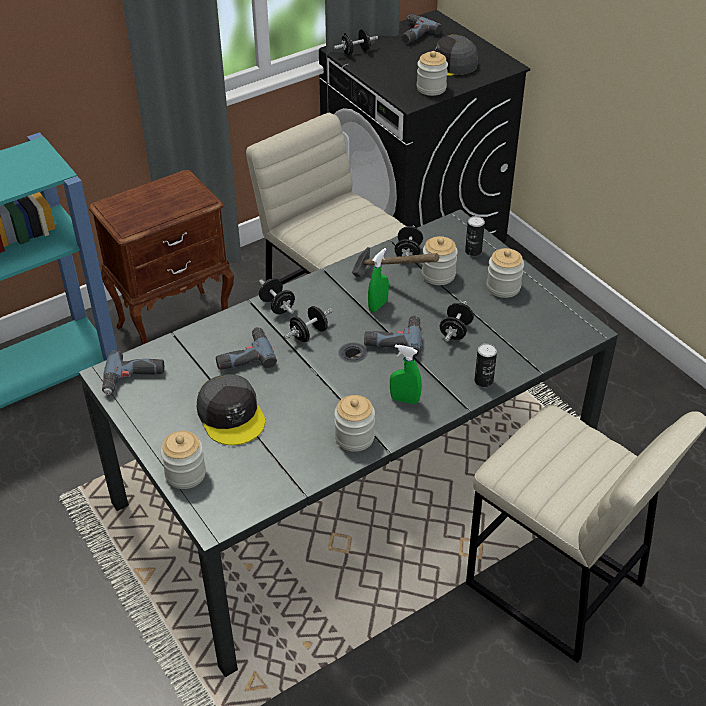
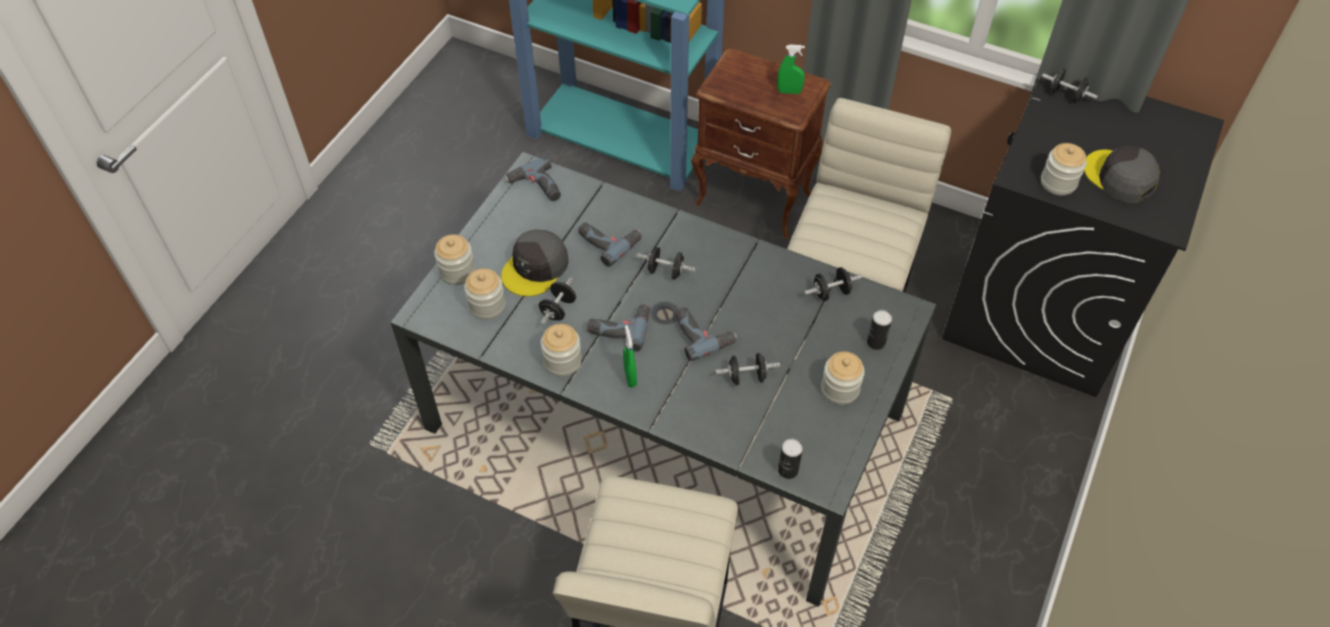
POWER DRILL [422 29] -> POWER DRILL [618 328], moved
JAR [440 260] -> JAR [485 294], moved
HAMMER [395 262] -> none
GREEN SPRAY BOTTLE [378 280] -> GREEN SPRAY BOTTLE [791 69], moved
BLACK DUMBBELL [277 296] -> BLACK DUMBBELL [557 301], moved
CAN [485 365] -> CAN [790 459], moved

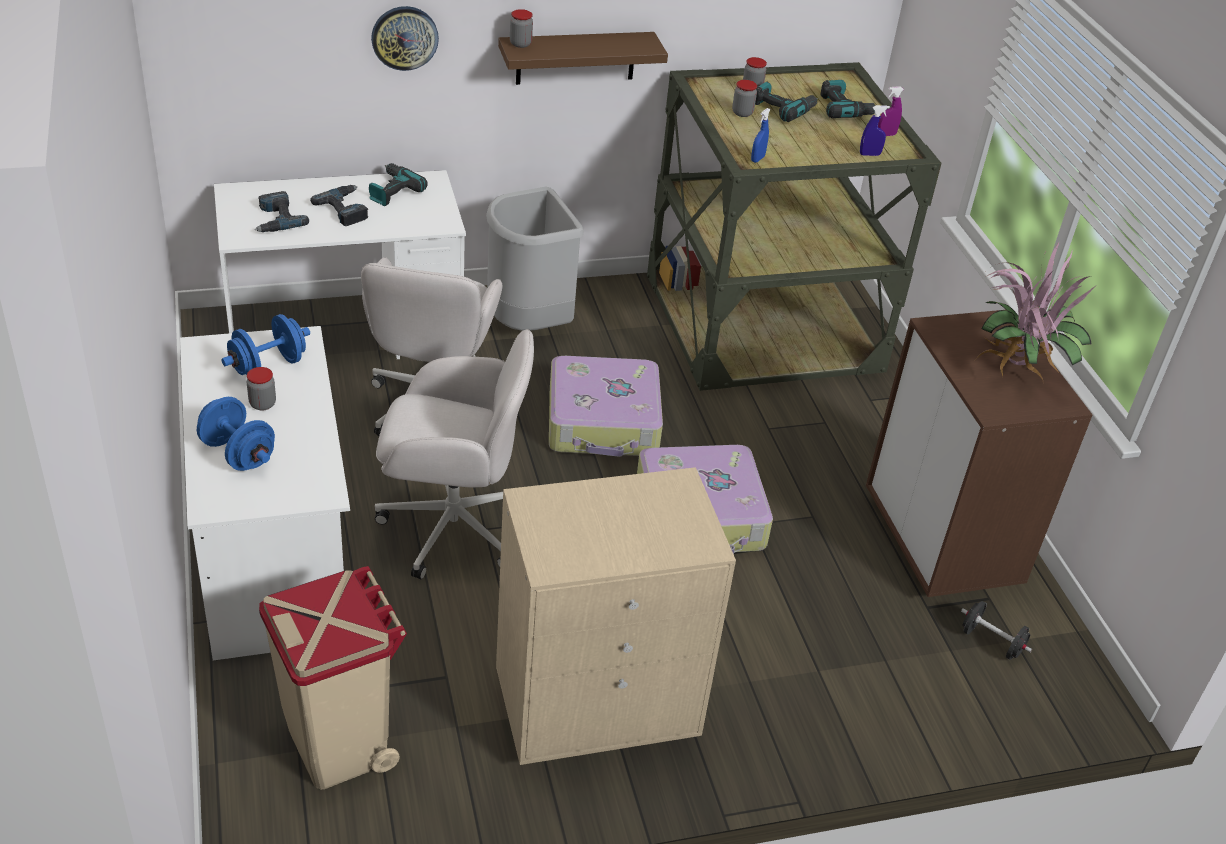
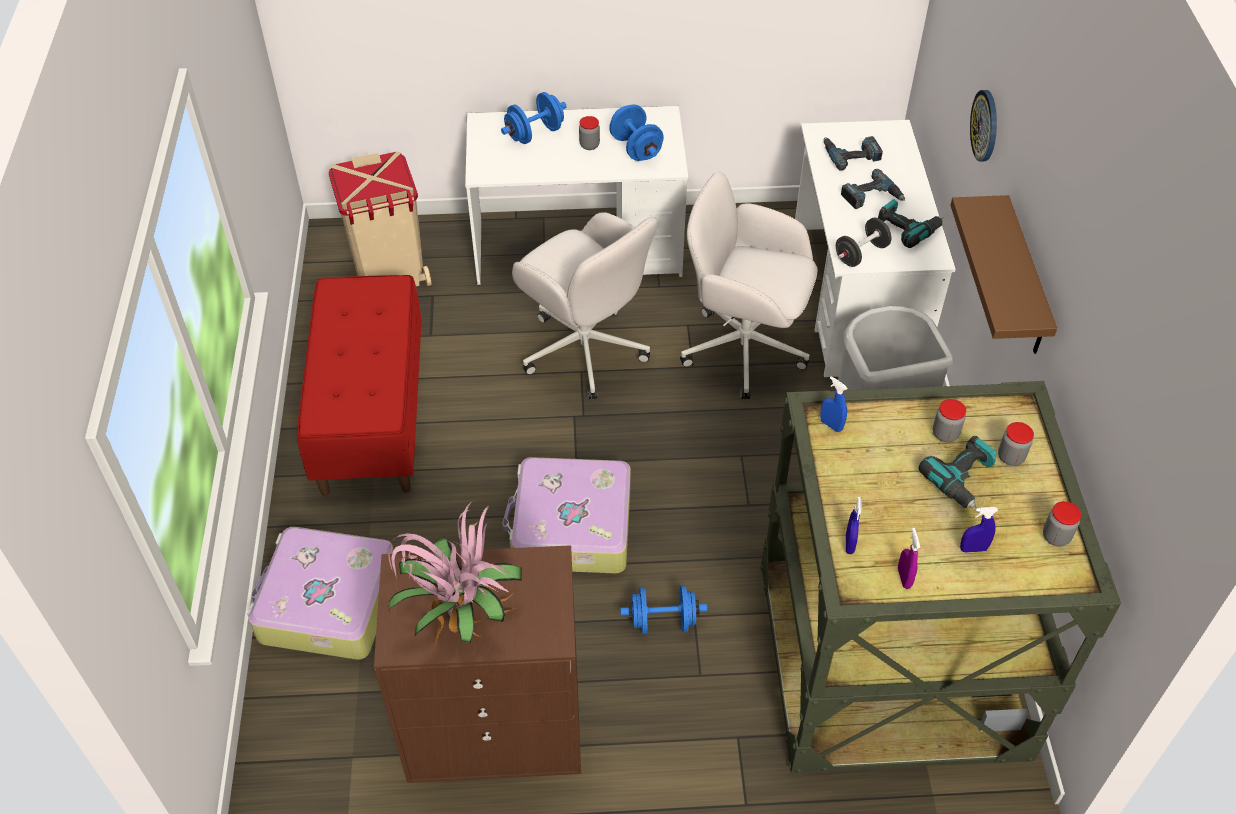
JAR [521 28] -> JAR [1062 523], moved
POWER DRILL [848 99] -> BLUE SPRAY BOTTLE [979 530]
WHITE OFFICE CHAIR [454 454] -> WHITE OFFICE CHAIR [585 305], 60 degrees counterclockwise
SUITCASE [606 406] -> SUITCASE [320 593], moved
BEIGE CABINET [616 616] -> RED BENCH [359 385]
BLACK DUMBBELL [996 630] -> BLACK DUMBBELL [864 242], moved
none -> BLUE DUMBBELL [663 609]

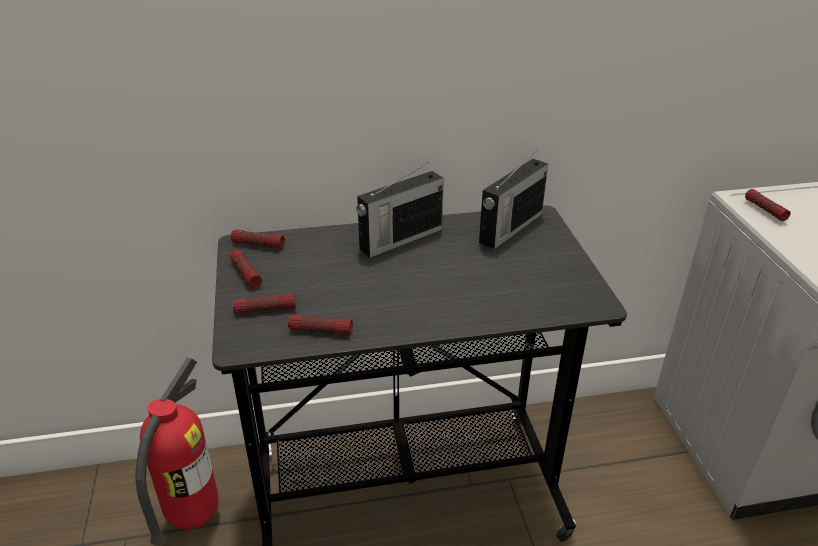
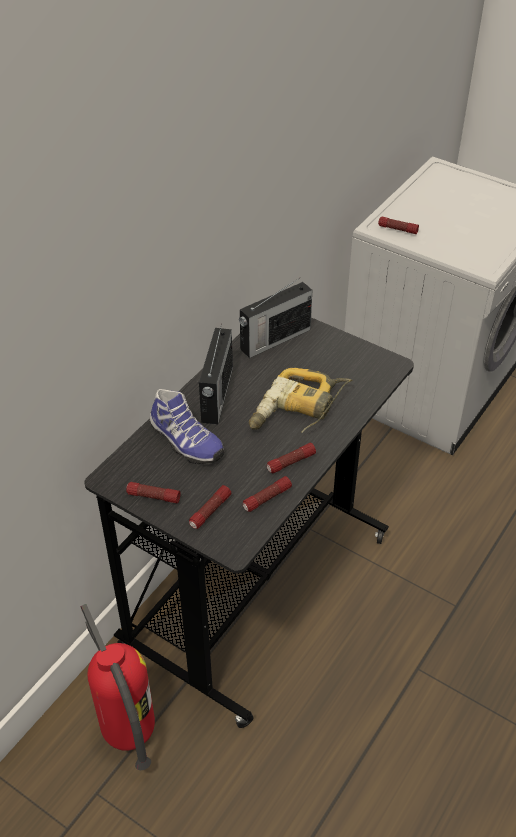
RADIO [513 199] -> RADIO [275 318], 60 degrees clockwise
FLASHLIGHT [257 238] -> FLASHLIGHT [291 458], moved
none -> POWER DRILL [300 400]
none -> SHOE [187 426]

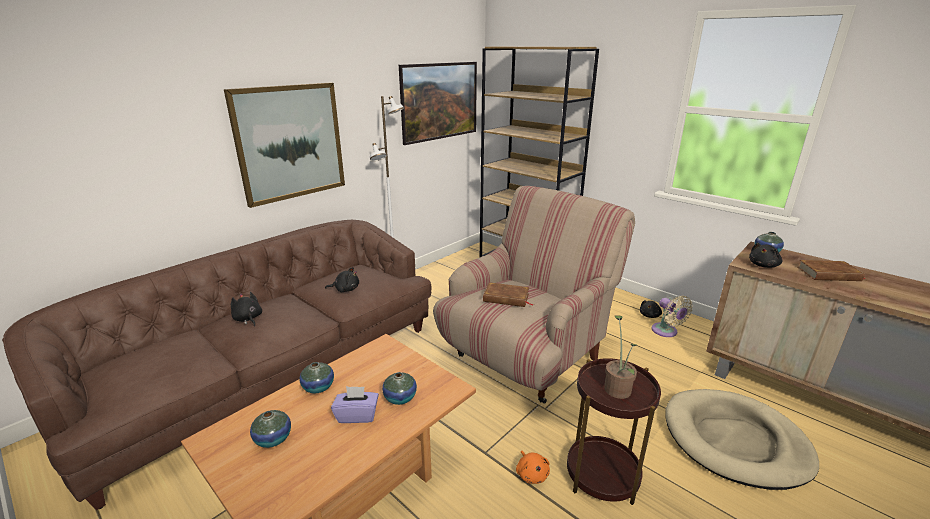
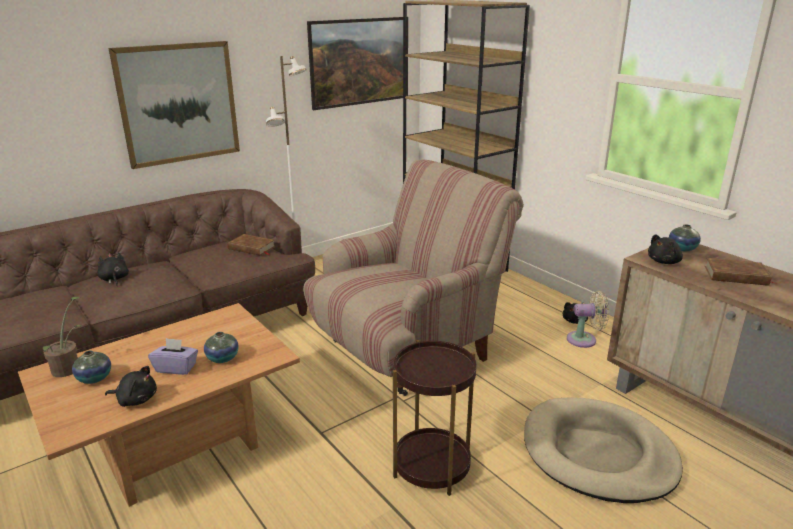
BLACK PLUSH TOY [342 279] -> BLACK PLUSH TOY [131 386], moved
BROWN BOOK [508 294] -> BROWN BOOK [251 245], moved
BEIGE FAN [672 316] -> BEIGE FAN [588 319], 75 degrees counterclockwise
POTTED PLANT [620 357] -> POTTED PLANT [63 337], moved
VASE [316 377] -> none
ORANGE PLUSH TOY [533 467] -> none

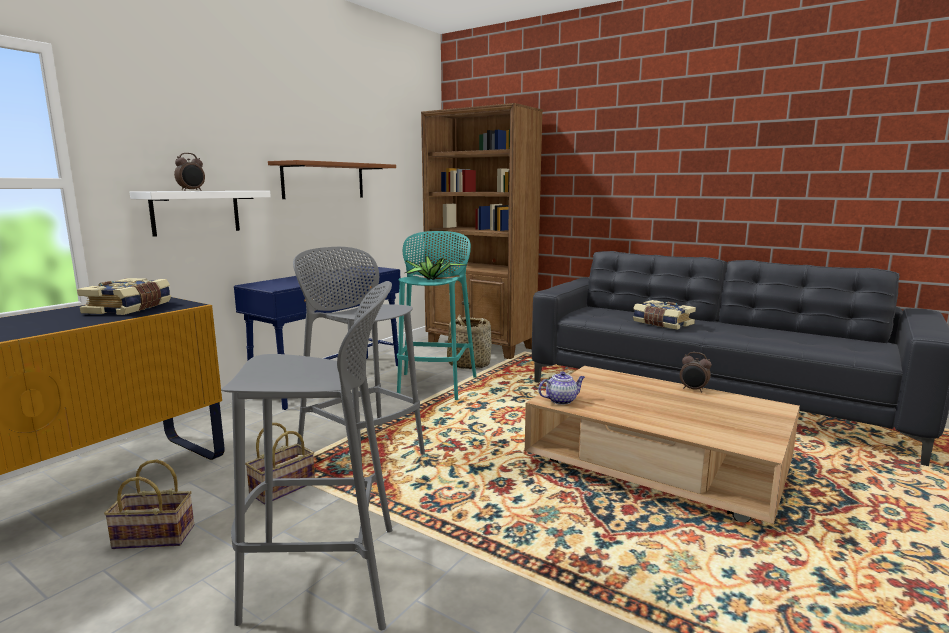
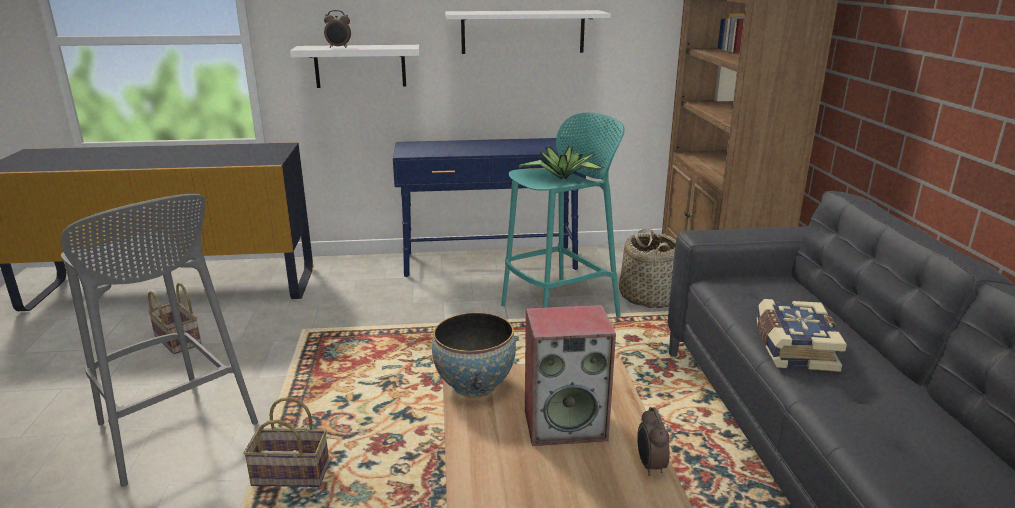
BROWN SHELF [332 179] -> WHITE SHELF [528 32]
GREY STOOL [359 354] -> none
BOOK [124 296] -> none
TEAPOT [561 388] -> BOWL [474 355]
BASKET [280 463] -> BASKET [286 442], moved
none -> SPEAKER [570 375]

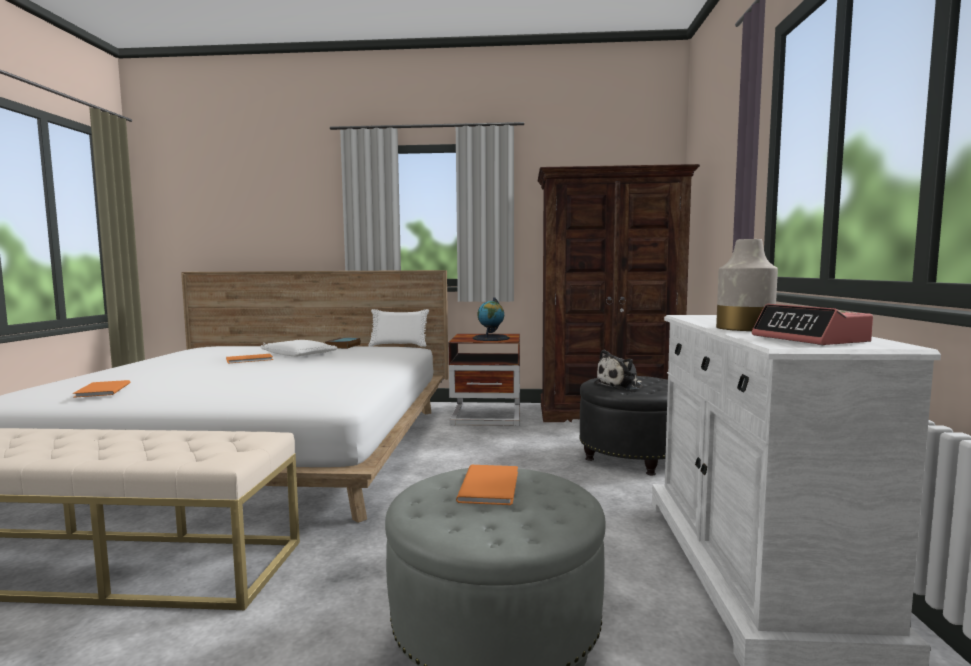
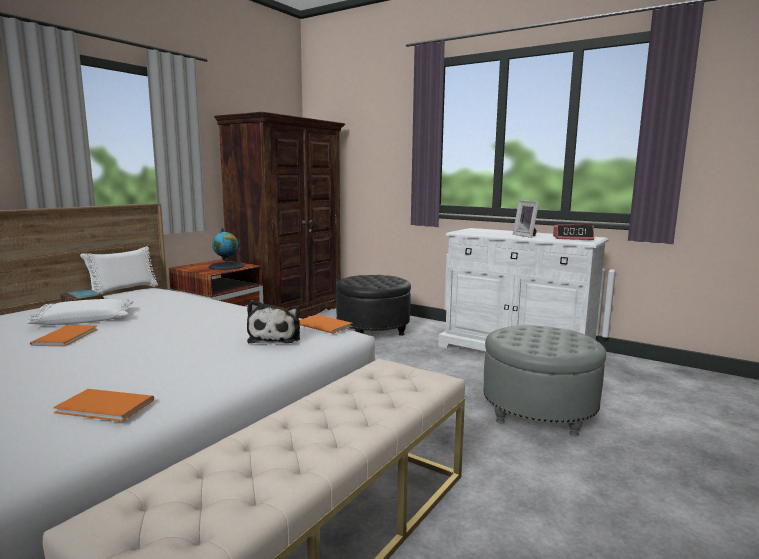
BEIGE VASE [747 285] -> PICTURE FRAME [526 219]
PLUSH TOY [618 370] -> PLUSH TOY [273 321], moved
ORANGE BOOK [487 485] -> ORANGE BOOK [326 324], moved

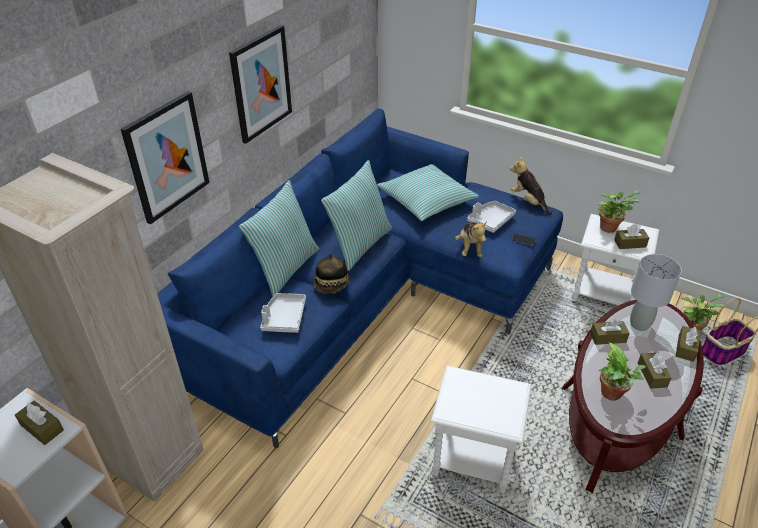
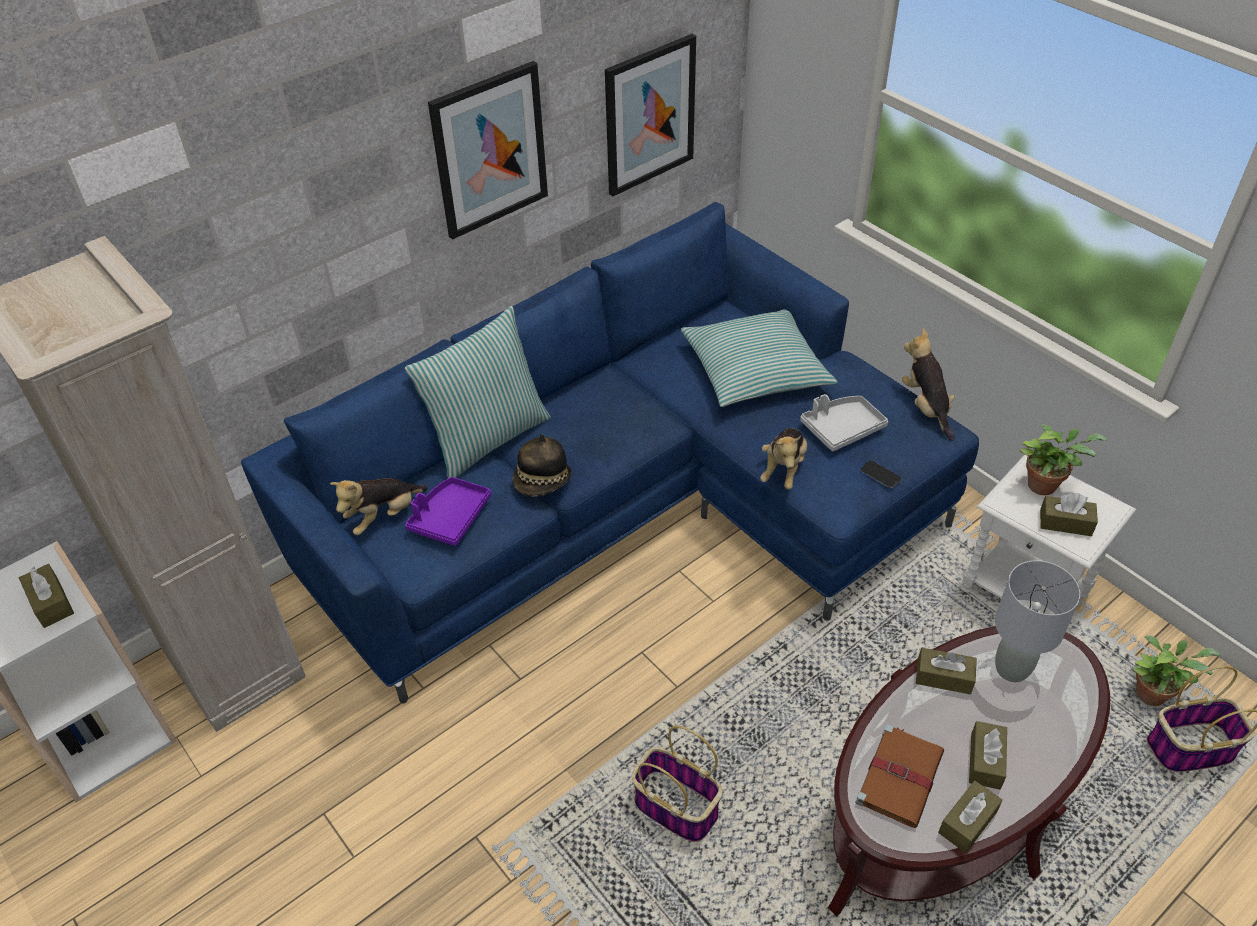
PICTURE [165 157] -> PICTURE [650 115], moved
PILLOW [356 215] -> none
GREY TRAY [283 313] -> PURPLE TRAY [448 511]
BROWN TISSUE BOX [688 344] -> BROWN TISSUE BOX [970 817], moved
POTTED PLANT [622 372] -> BROWN BOOK [899 776]
WHITE SIDE TABLE [481 429] -> BASKET [677 784]
none -> PLUSH TOY [379 506]

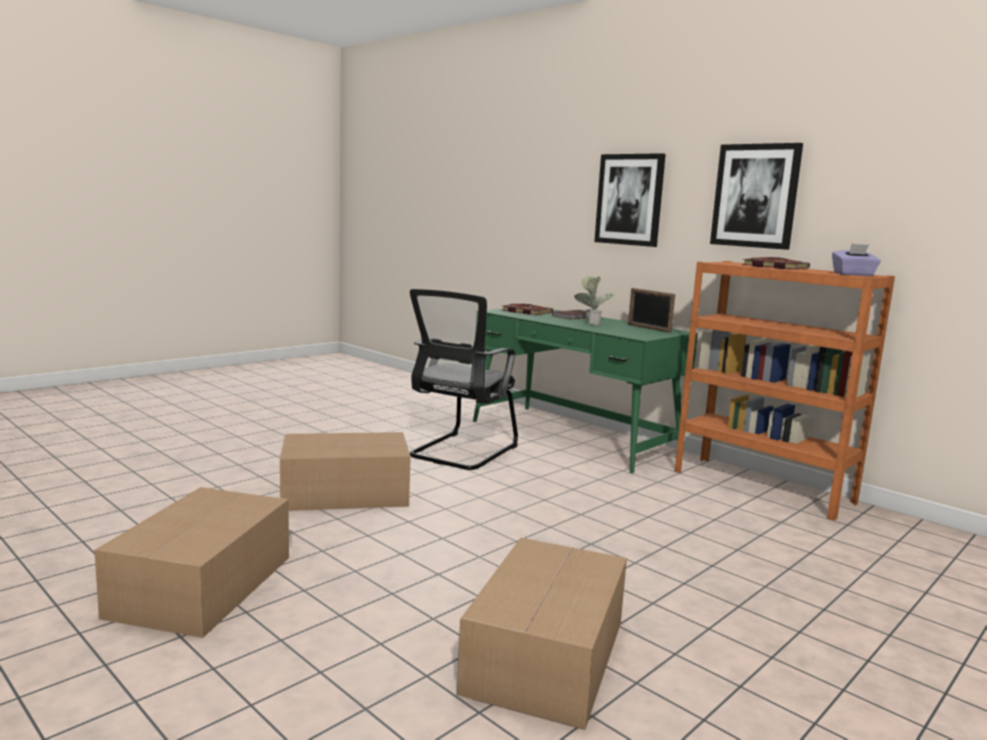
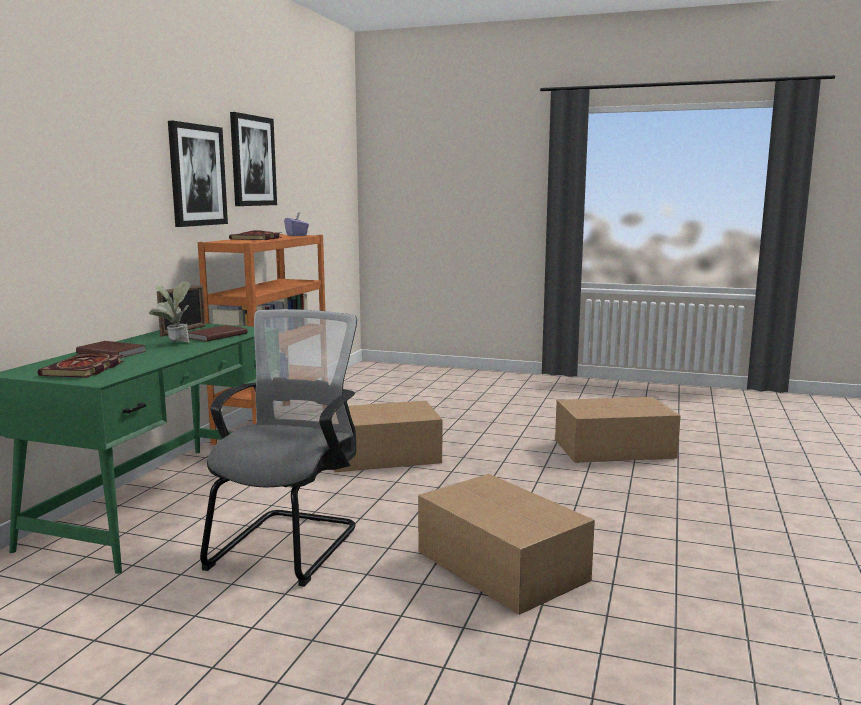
PICTURE [630 200] -> PICTURE [253 159], moved
CHAIR [464 379] -> CHAIR [278 448], 75 degrees counterclockwise
CARDBOARD BOX [191 562] -> CARDBOARD BOX [388 436], moved
none -> BROWN BOOK [218 333]

